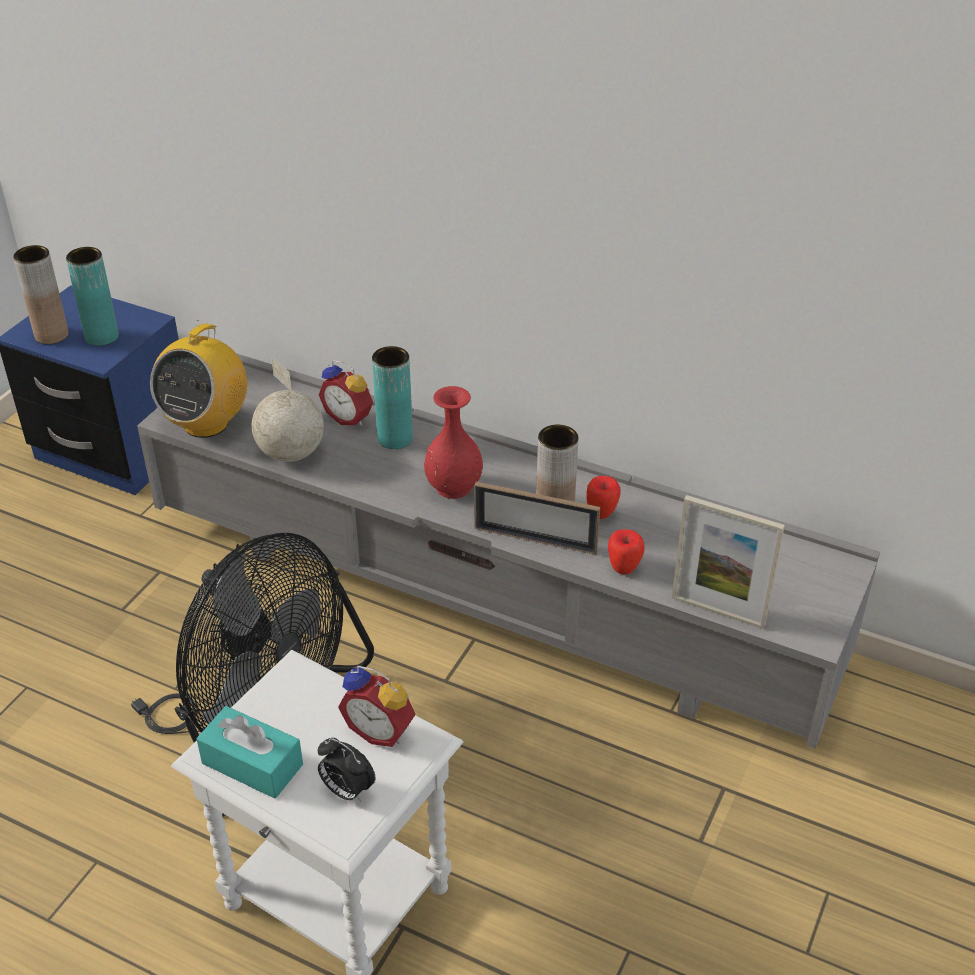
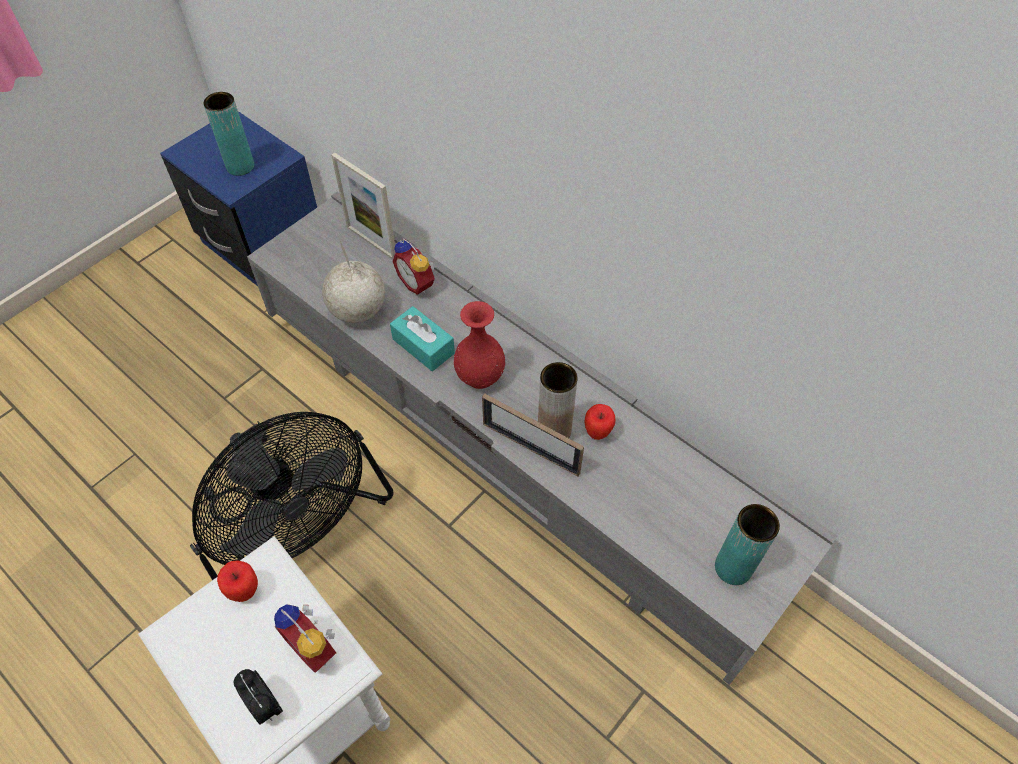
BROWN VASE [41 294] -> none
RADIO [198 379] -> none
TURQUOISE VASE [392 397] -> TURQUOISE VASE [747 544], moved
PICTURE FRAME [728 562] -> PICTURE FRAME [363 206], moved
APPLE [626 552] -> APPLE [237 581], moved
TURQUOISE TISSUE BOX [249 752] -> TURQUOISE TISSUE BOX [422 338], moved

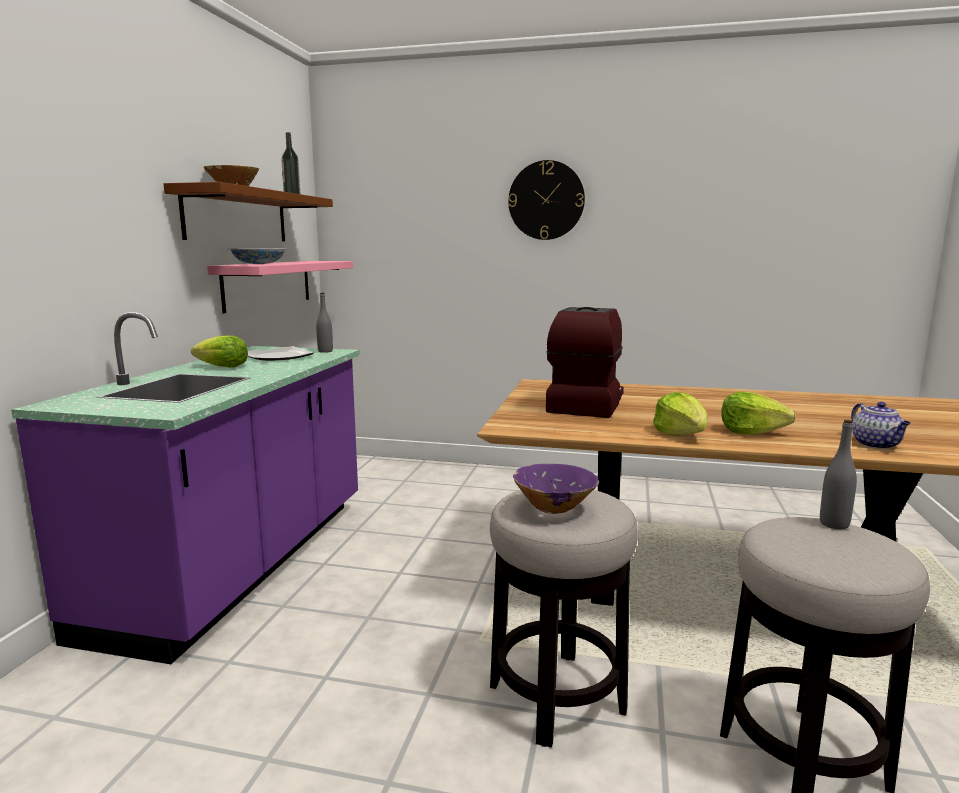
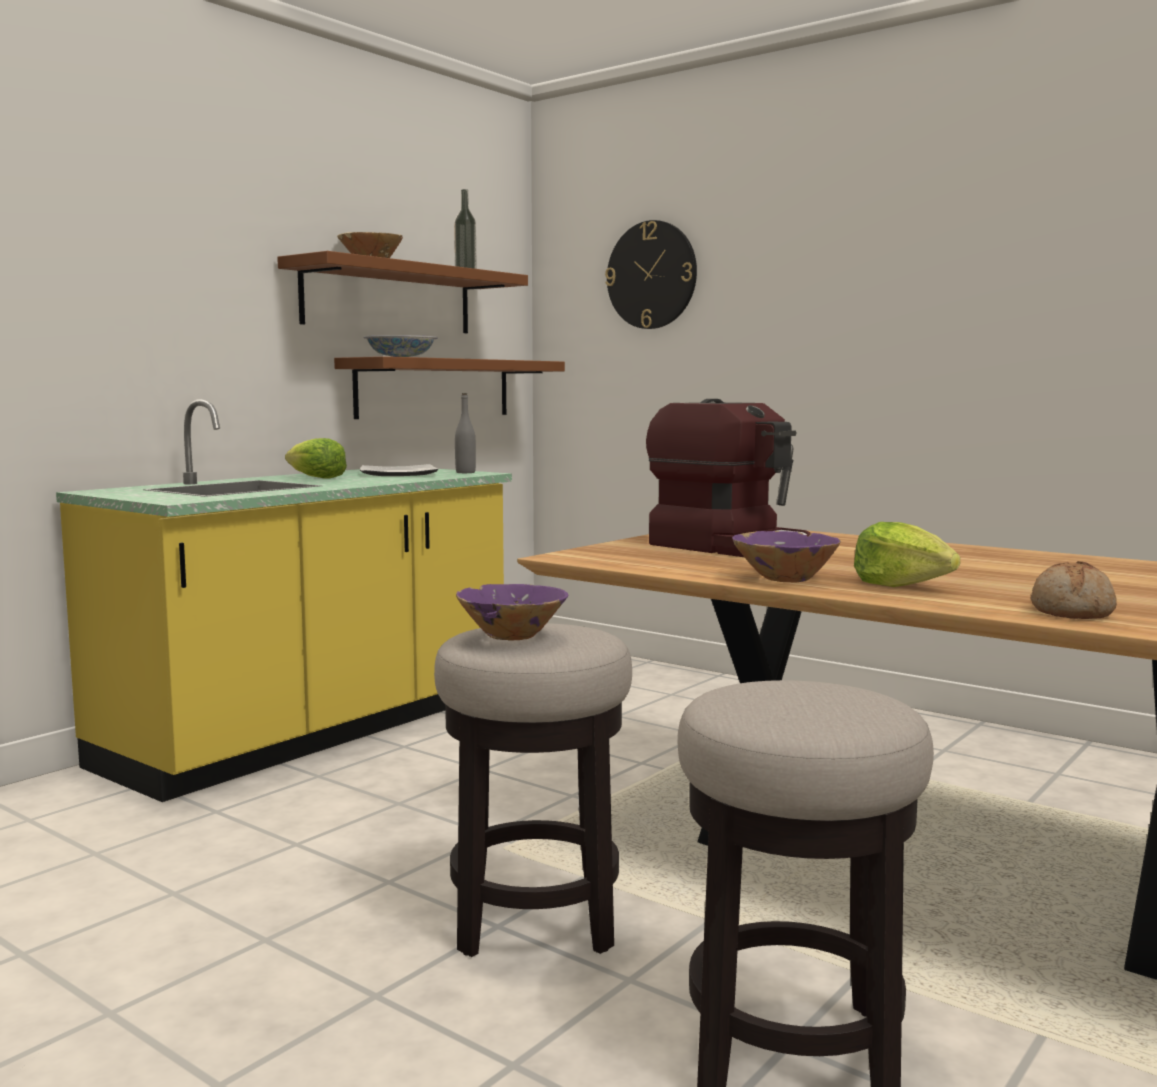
WALL CLOCK [546 200] -> WALL CLOCK [651 274], moved
PINK SHELF [280 287] -> BROWN SHELF [449 387]
COFFEE MACHINE [585 362] -> COFFEE MACHINE [728 478], 90 degrees clockwise
PURPLE COUNTER [185 488] -> YELLOW COUNTER [284 600]
LETTUCE [680 413] -> PURPLE BOWL [786 556]
TEAPOT [881 425] -> BREAD [1074 590]
GREY BOTTLE [838 474] -> none

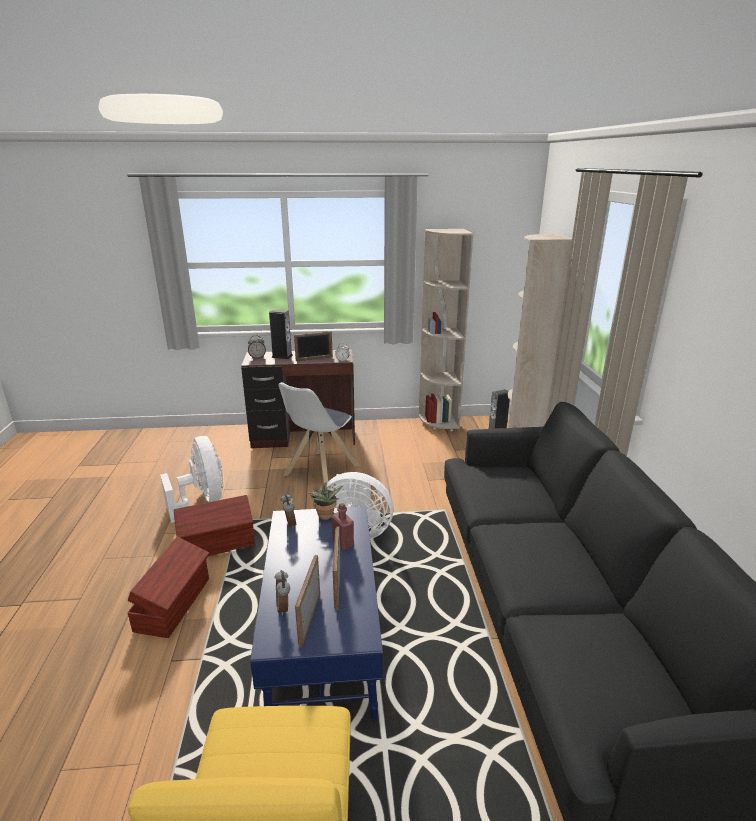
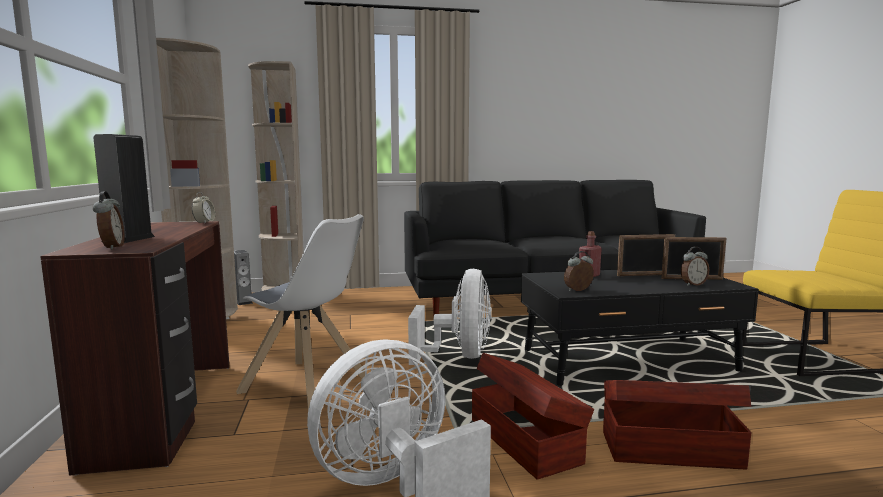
PICTURE FRAME [313 346] -> none
POTTED PLANT [325 501] -> none
BLUE COFFEE TABLE [316 612] -> BLACK COFFEE TABLE [640 328]

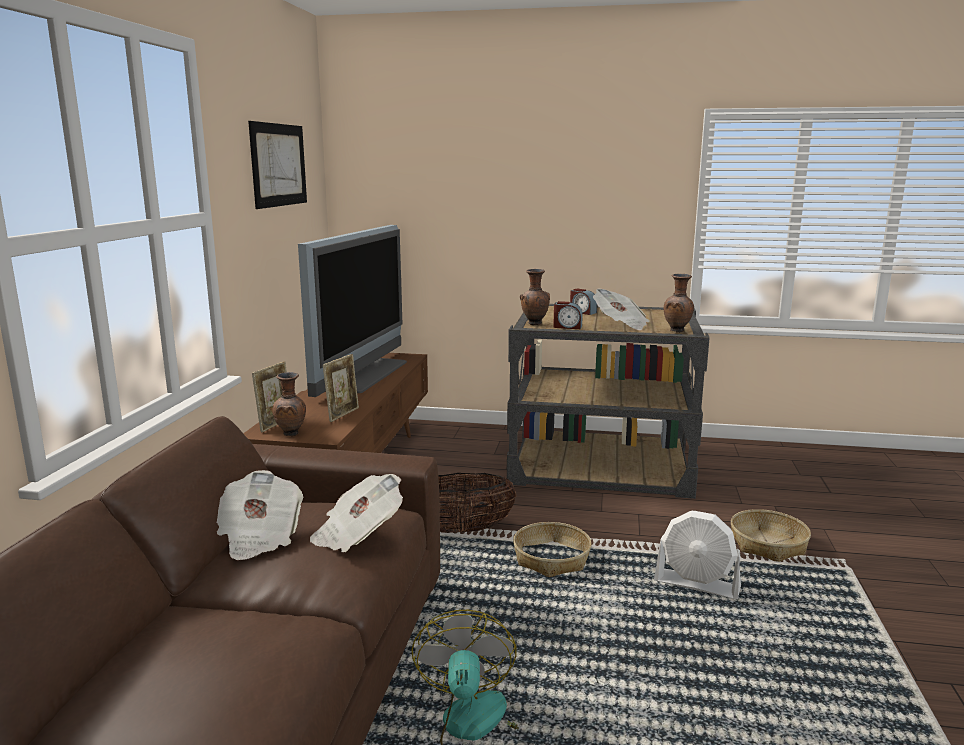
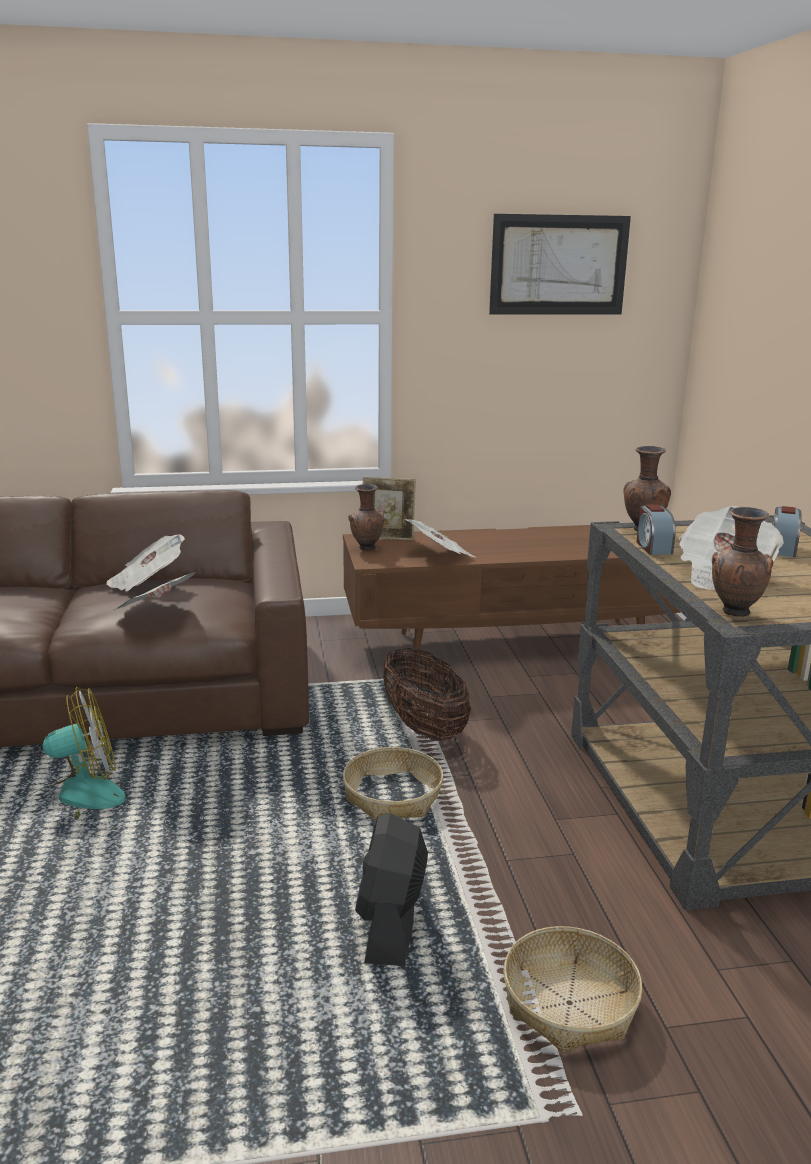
TELEVISION [352 311] -> none
PICTURE FRAME [341 388] -> NEWSPAPER [440 538]
WHITE FAN [697 555] -> BLACK FAN [391 889]

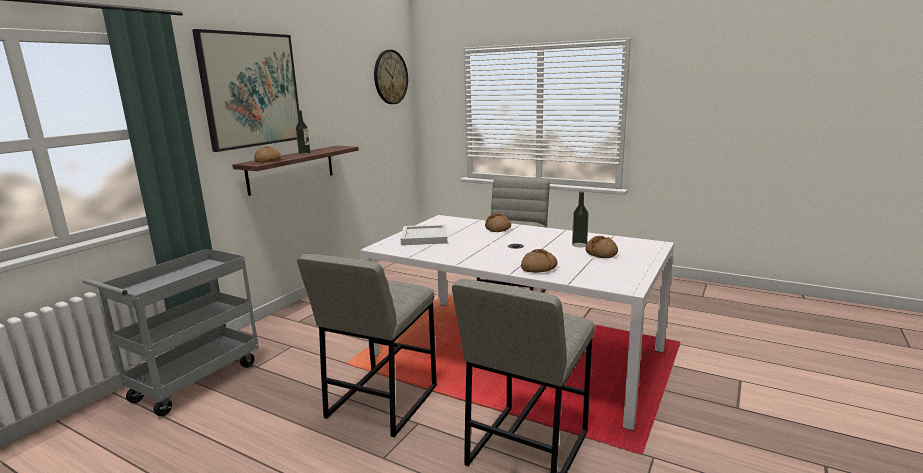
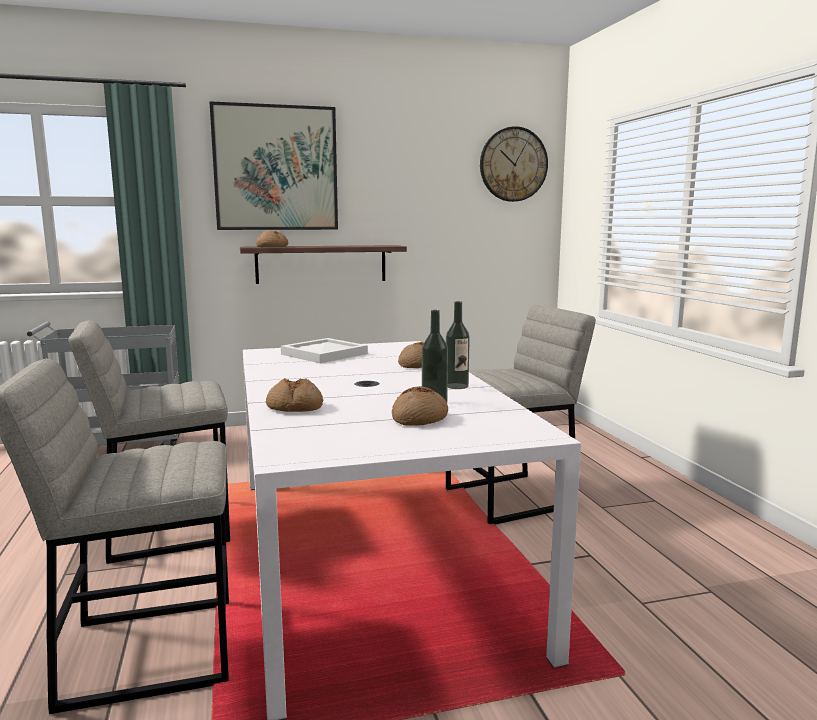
BOTTLE [303 132] -> BOTTLE [458 345], moved

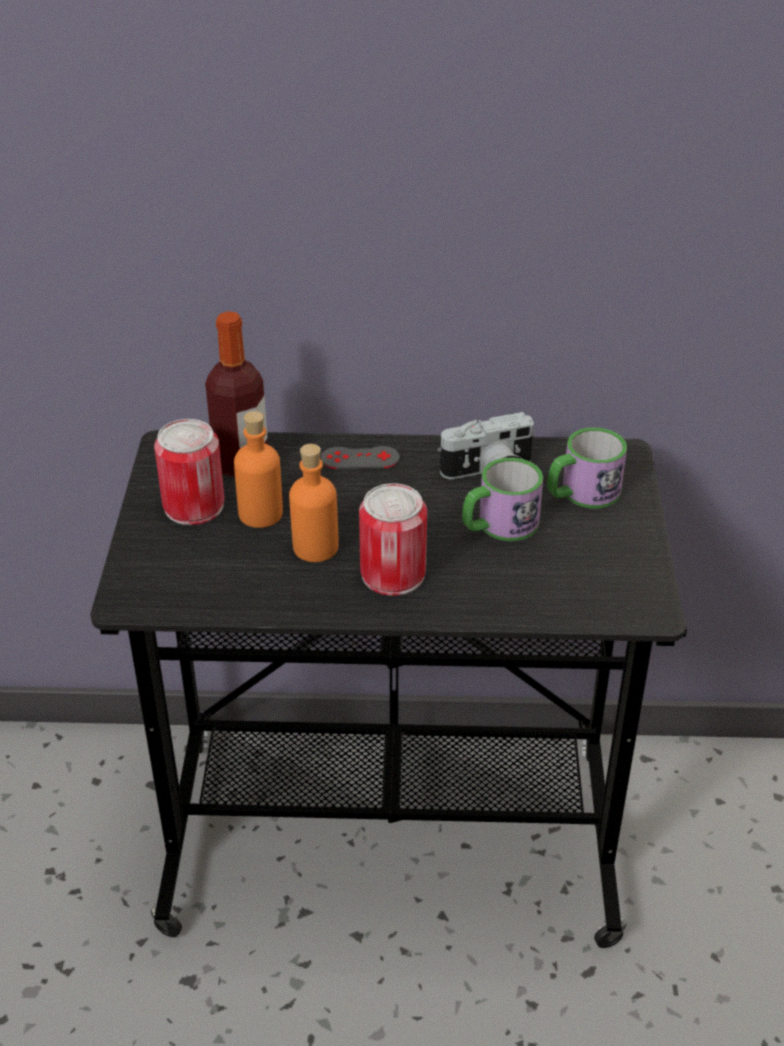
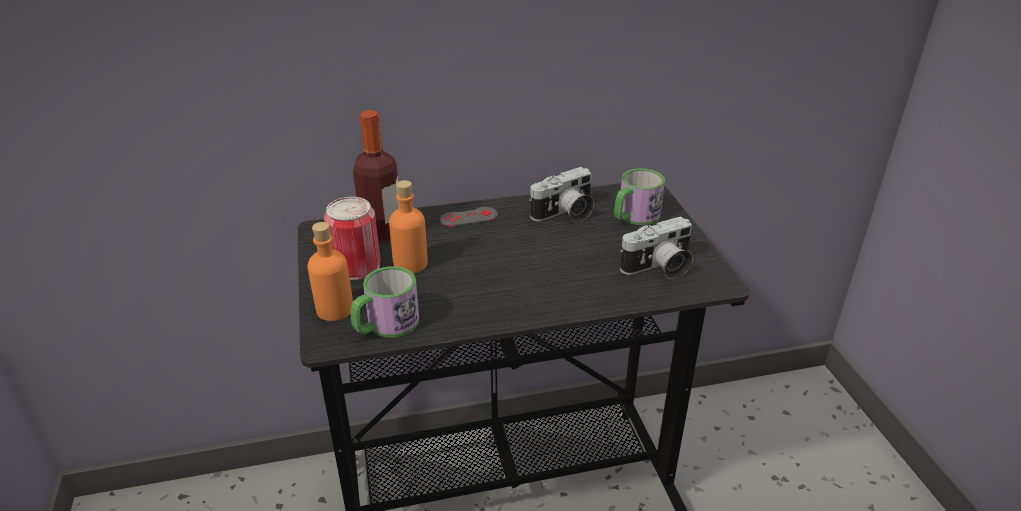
ORANGE BOTTLE [313 503] -> ORANGE BOTTLE [330 271], moved
MUG [502 499] -> MUG [385 301], moved
CAN [393 539] -> none
none -> PHOTO CAMERA [656 247]

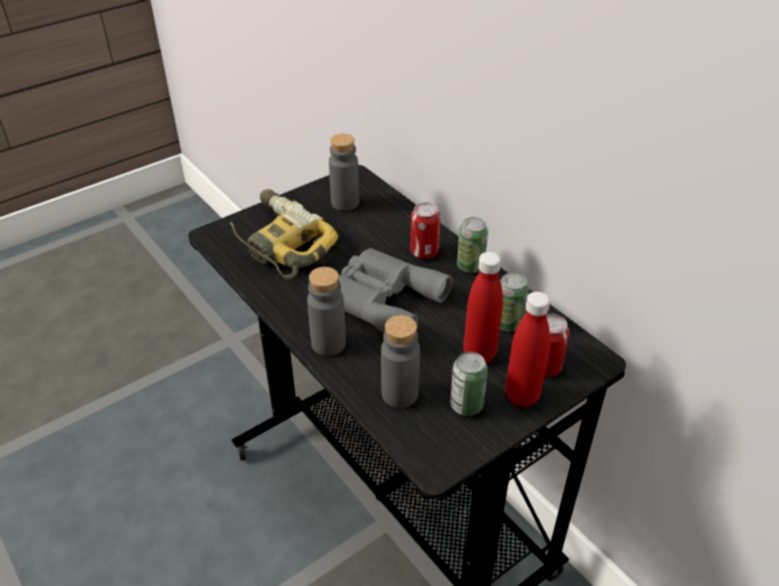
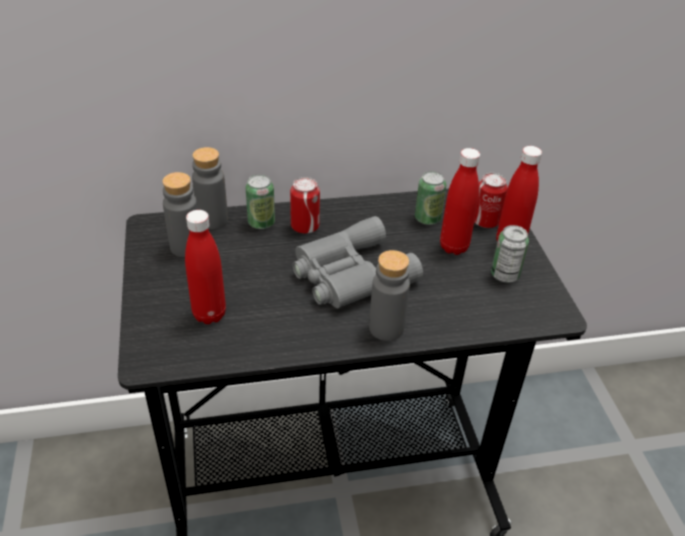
POWER DRILL [284 234] -> RED BOTTLE [205 267]
CAN [472 245] -> CAN [260 201], moved
GREY BOTTLE [400 361] -> GREY BOTTLE [210 188], moved

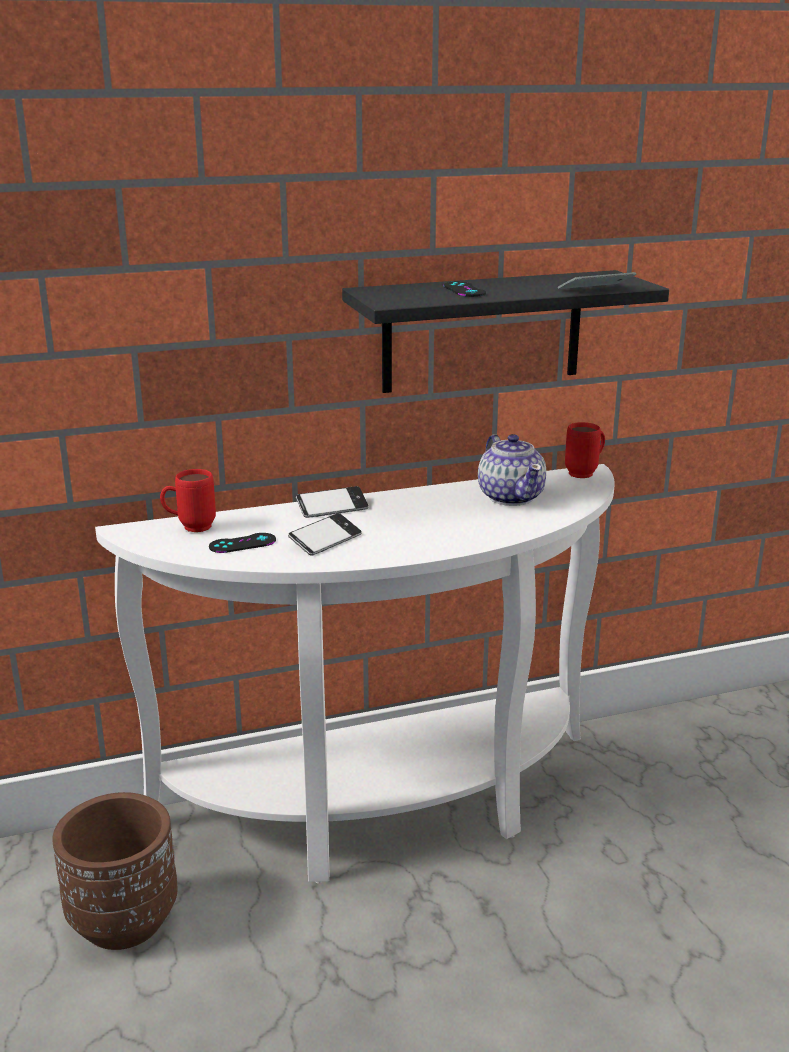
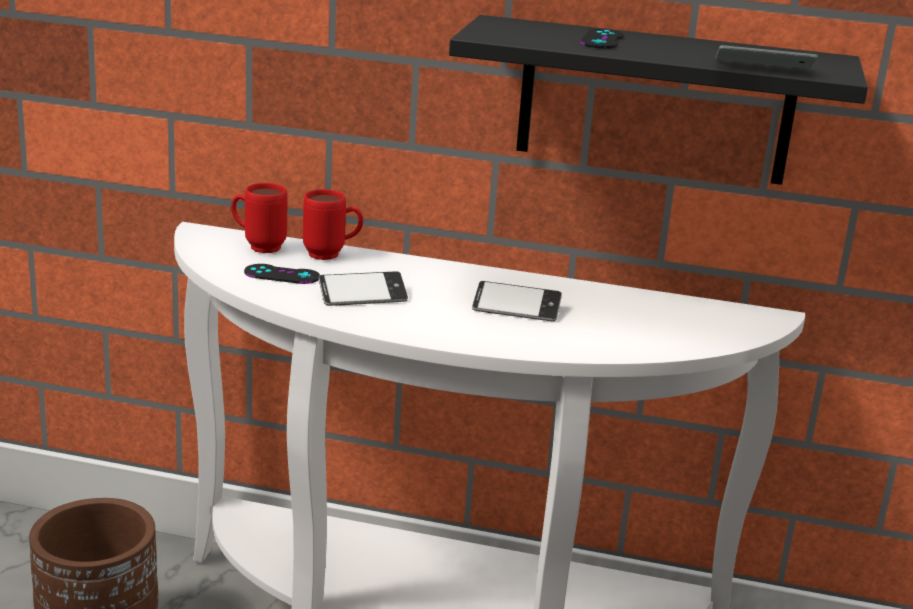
RED MUG [585 450] -> RED MUG [333 224], moved
TEAPOT [512 470] -> none
PHONE [332 502] -> PHONE [517 301], moved

